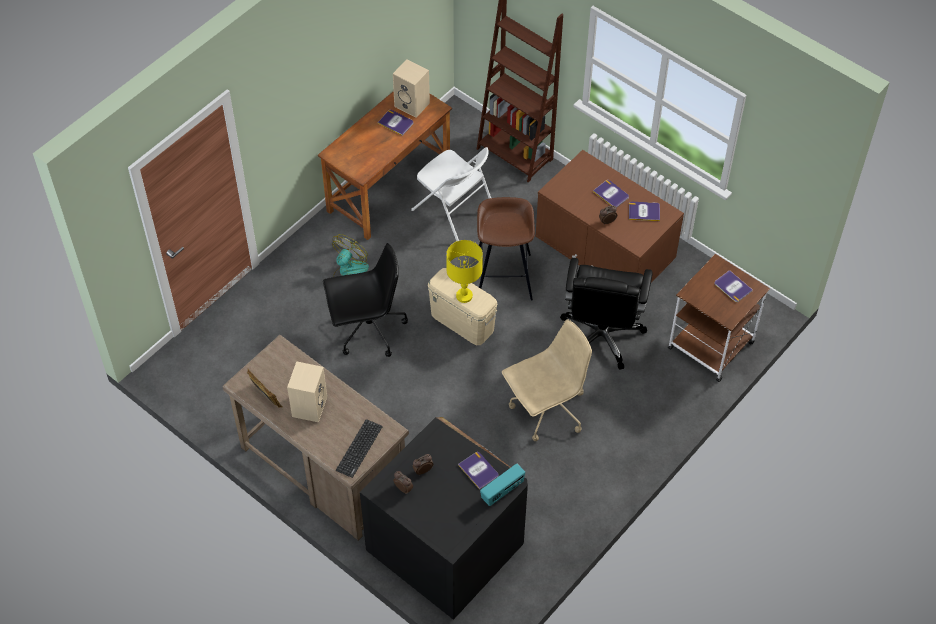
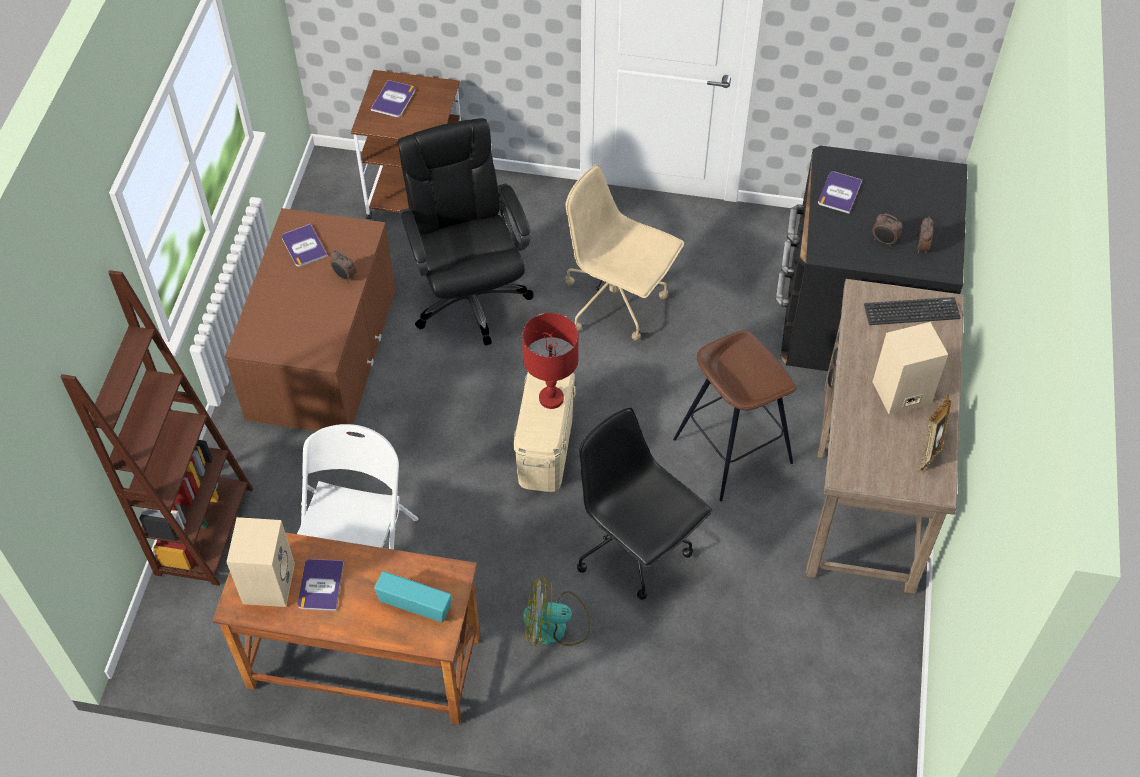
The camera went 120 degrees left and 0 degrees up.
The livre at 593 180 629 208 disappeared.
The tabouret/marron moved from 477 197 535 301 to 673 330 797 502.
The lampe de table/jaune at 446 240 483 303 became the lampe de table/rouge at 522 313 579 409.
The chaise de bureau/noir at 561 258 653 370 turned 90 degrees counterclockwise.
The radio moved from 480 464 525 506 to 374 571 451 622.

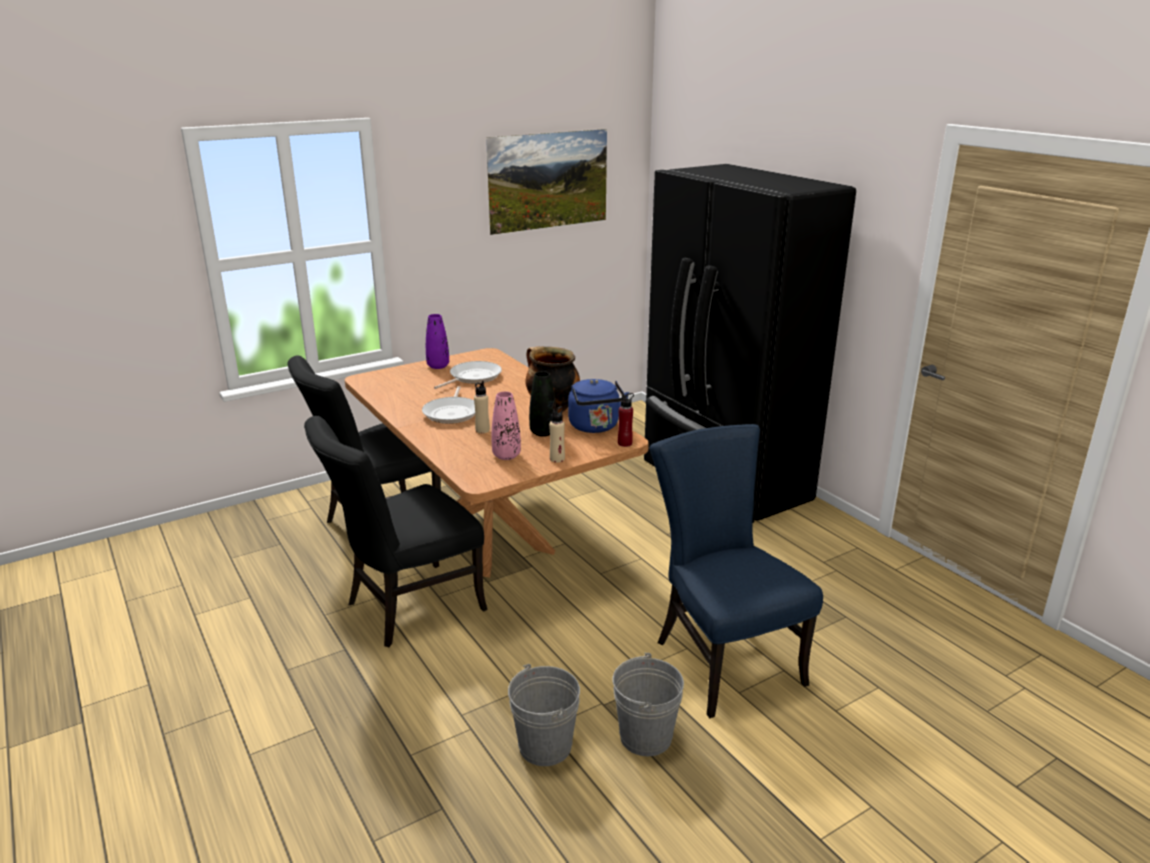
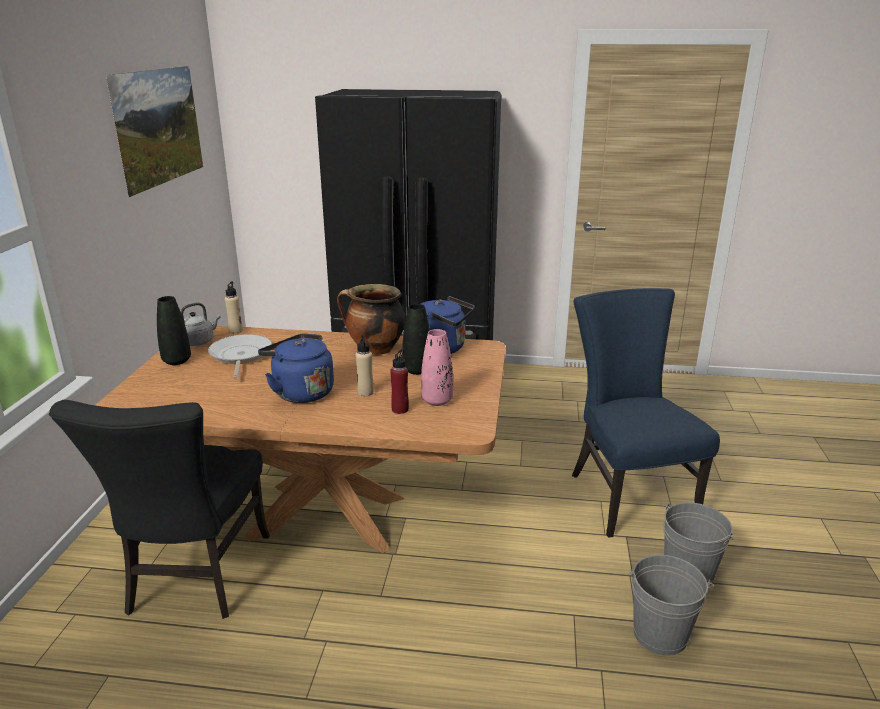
The camera went 50 degrees left and 0 degrees up.
The vase/violet at 426 314 449 369 became the vase/noir at 157 296 191 365.
The poêle at 422 386 475 424 was replaced by the bouilloire/bleu at 258 333 334 403.
The bouteille/rouge moved from 618 393 634 447 to 390 349 409 414.
The bouteille/beige moved from 549 406 565 462 to 225 281 243 334.
The chaise/noir at 304 416 488 647 disappeared.
The chaise/bleu at 649 424 823 718 turned 60 degrees clockwise.
The bouilloire/gris at 181 303 220 346 appeared.

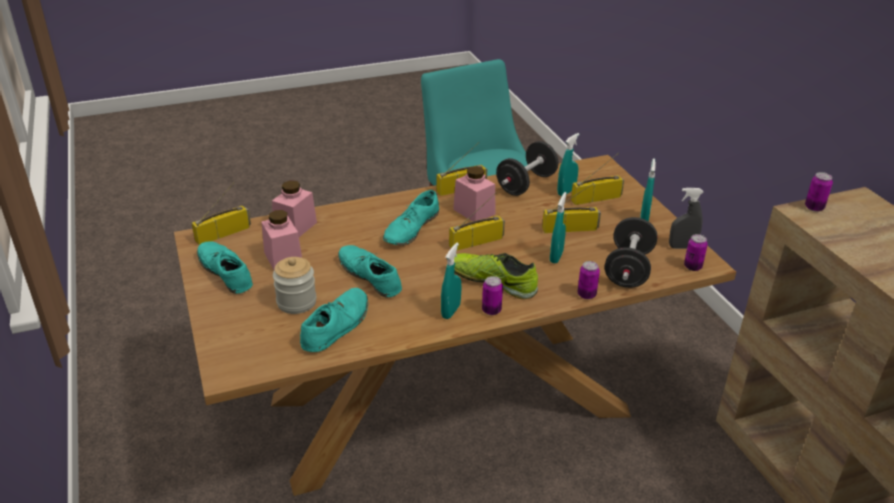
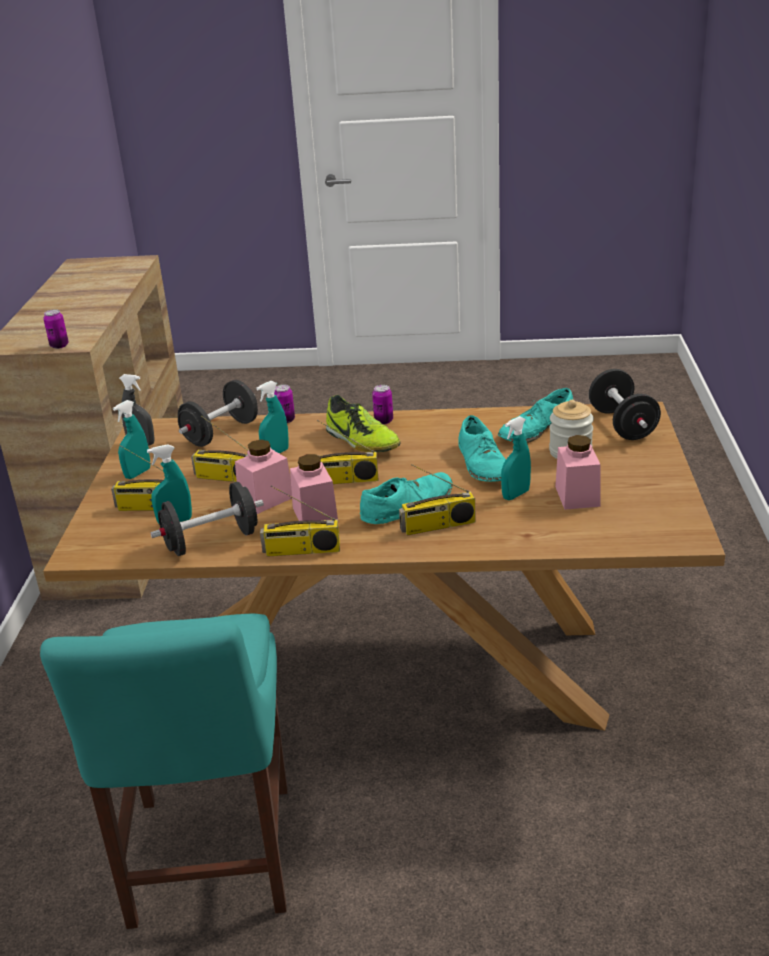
The camera went 155 degrees left and 5 degrees down.
The bocal/rose moved from 272 181 317 237 to 235 440 292 514.
The radio moved from 192 183 251 245 to 399 464 476 535.
The boîte métallique at 684 234 708 271 disappeared.
The chaussure/turquoise at 197 242 253 294 disappeared.
The vaporisateur/turquoise moved from 441 243 461 319 to 501 416 531 500.
The haltère/noir at 589 369 661 440 appeared.

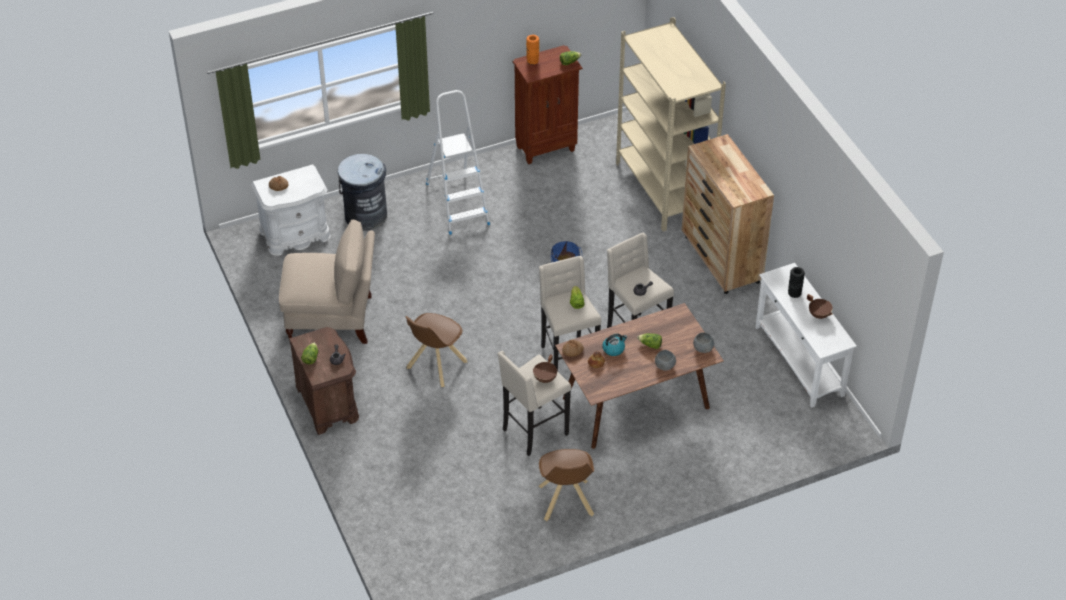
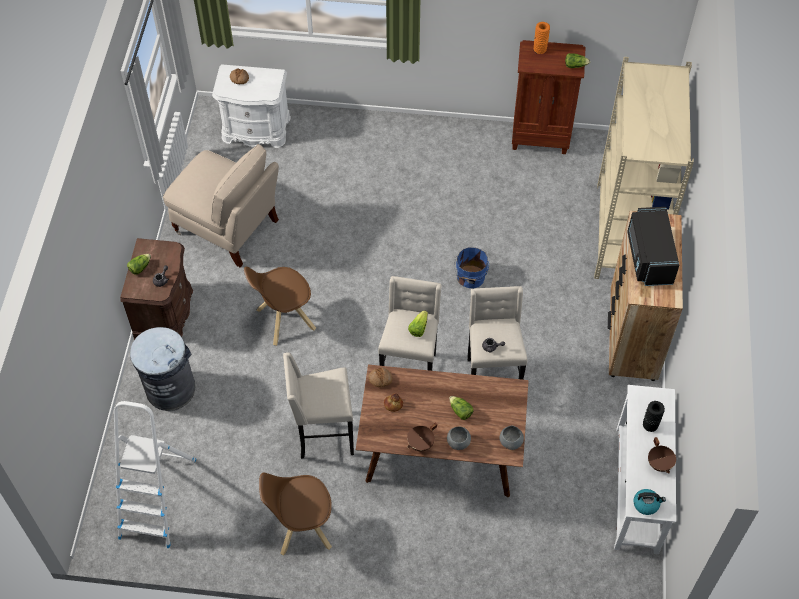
The camera went 30 degrees right and 10 degrees up.
The escabeau/blanc moved from 426 90 490 235 to 114 401 196 548.
The poubelle/gris moved from 338 154 387 230 to 130 327 195 411.
The bouilloire moved from 602 333 627 356 to 633 489 666 515.
The marmite/marron moved from 533 354 557 383 to 407 422 437 451.
The chaise/marron at 538 449 594 521 turned 60 degrees clockwise.
The micro-ondes/noir at 627 207 679 286 appeared.

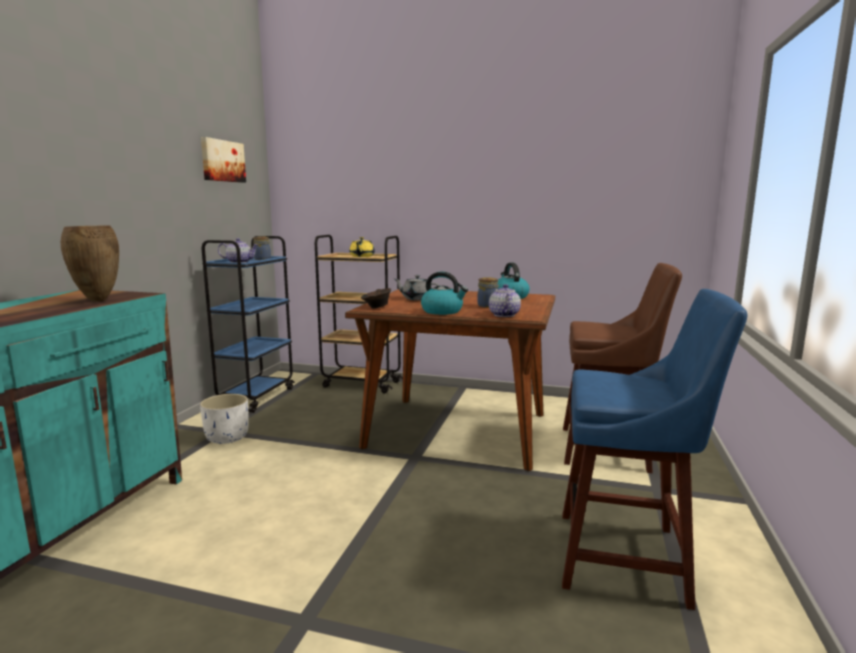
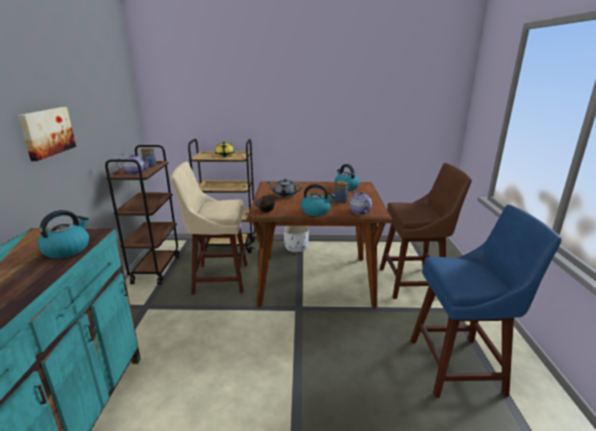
The camera went 15 degrees left and 10 degrees up.
The tableau moved from 201 137 246 183 to 18 107 76 161.
The vase/marron at 61 225 119 302 was replaced by the bouilloire at 38 210 89 258.
The chariot/bleu at 202 236 295 413 became the chariot/marron at 105 145 180 285.
The cache-pot/blanc moved from 200 394 249 444 to 284 226 309 252.
The chaise/beige at 170 162 248 295 appeared.

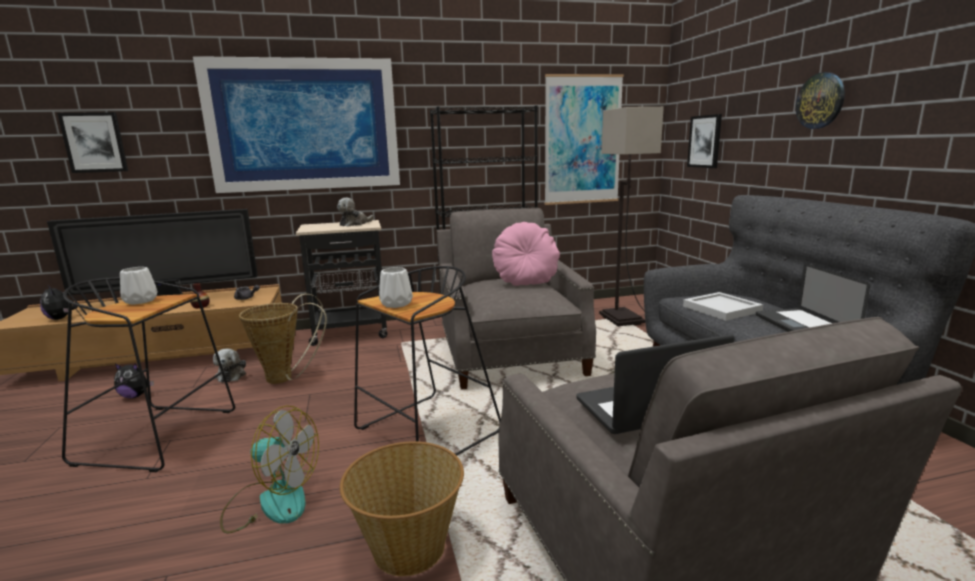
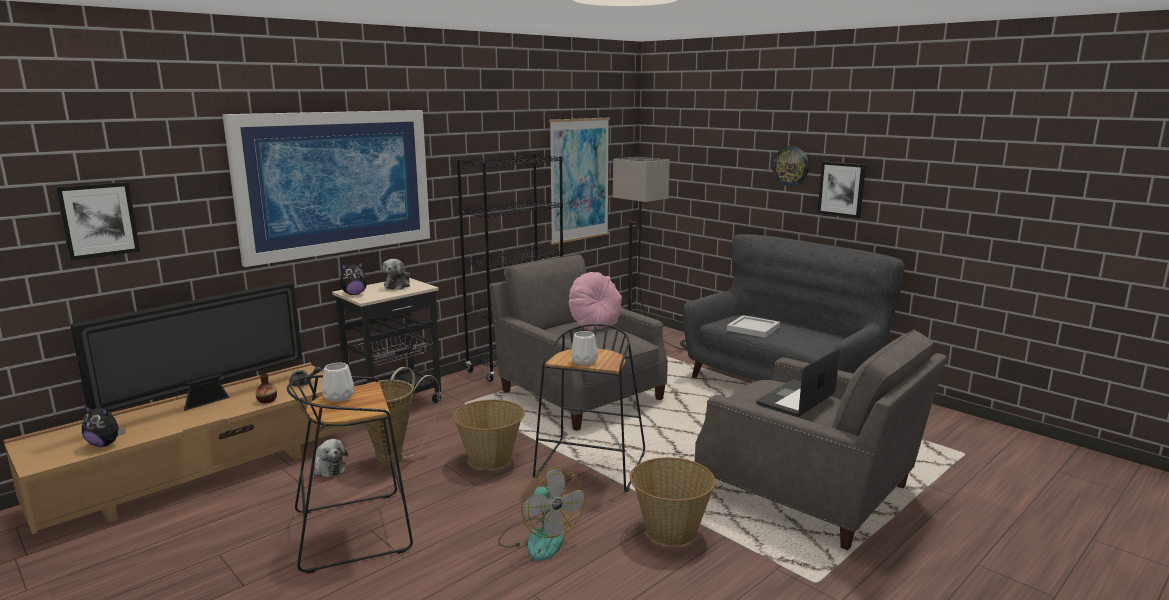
The camera went 30 degrees left and 0 degrees up.
The tableau moved from 687 114 722 168 to 817 161 866 218.
The ordinateur portable at 756 263 870 332 disappeared.
The peluche moved from 114 364 154 398 to 340 262 368 295.
The ventilateur at 220 405 319 533 turned 75 degrees clockwise.
The panier at 453 400 525 470 appeared.

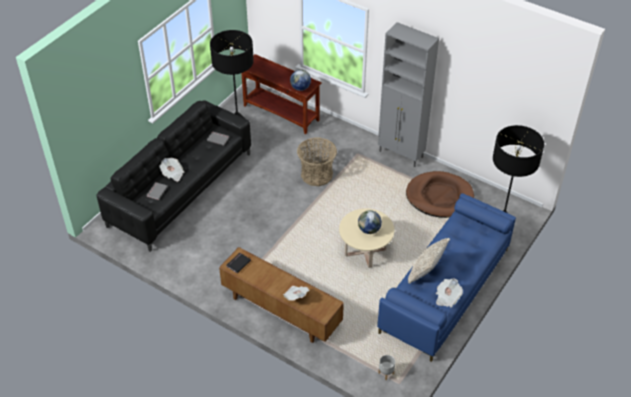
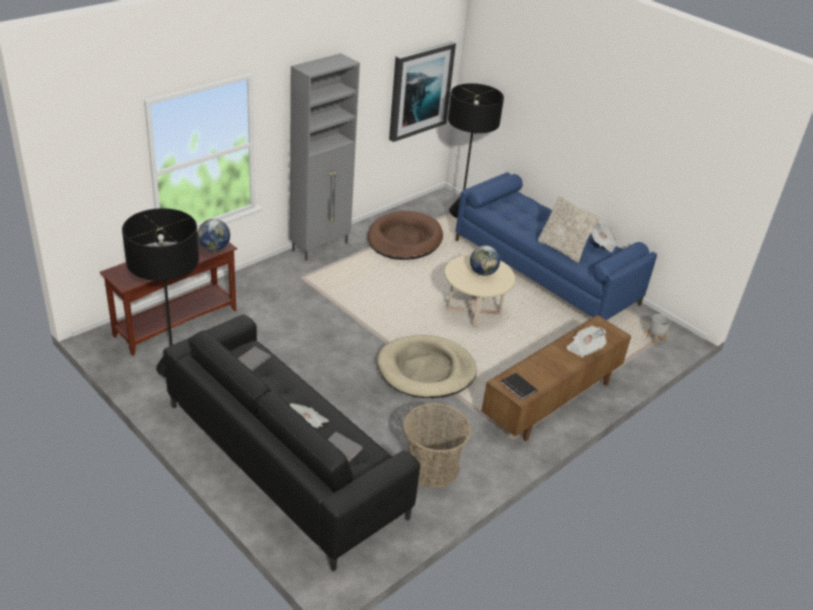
The camera went 80 degrees left and 10 degrees down.
The panier moved from 297 137 337 186 to 403 403 472 488.
The tableau at 389 41 456 142 appeared.
The panier pour chien/beige at 377 335 477 398 appeared.

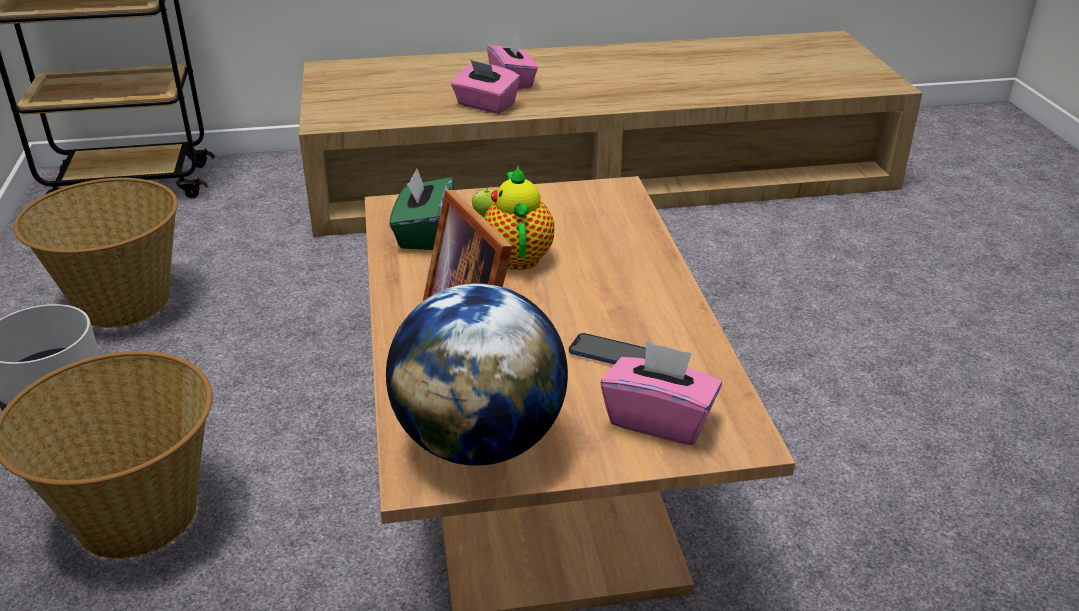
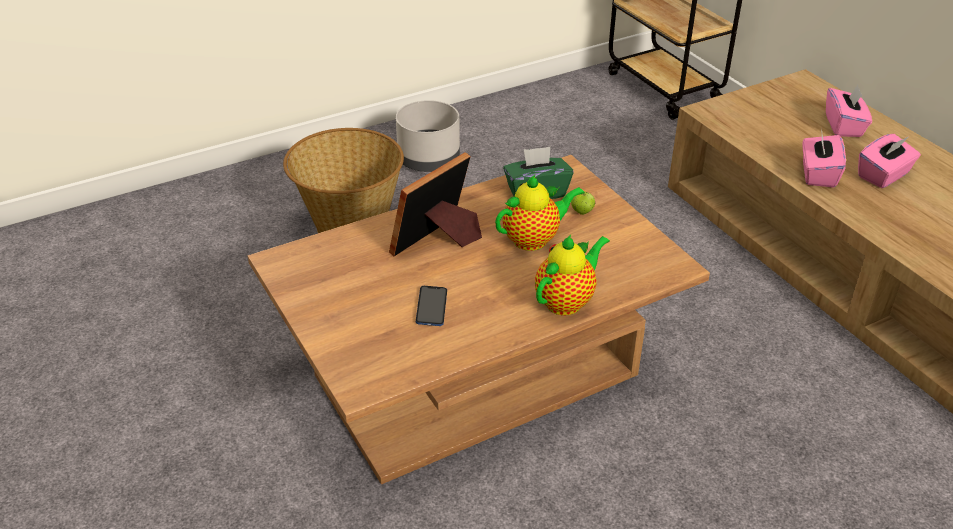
The camera went 70 degrees right and 5 degrees up.
The panier at 13 178 178 328 disappeared.
The globe at 386 283 568 465 disappeared.
The boîte à mouchoirs/rose moved from 600 341 722 445 to 826 85 872 137.
The théière at 535 235 610 315 appeared.

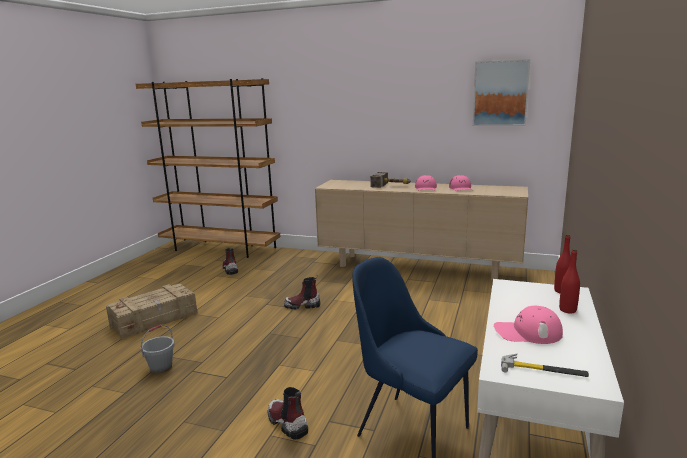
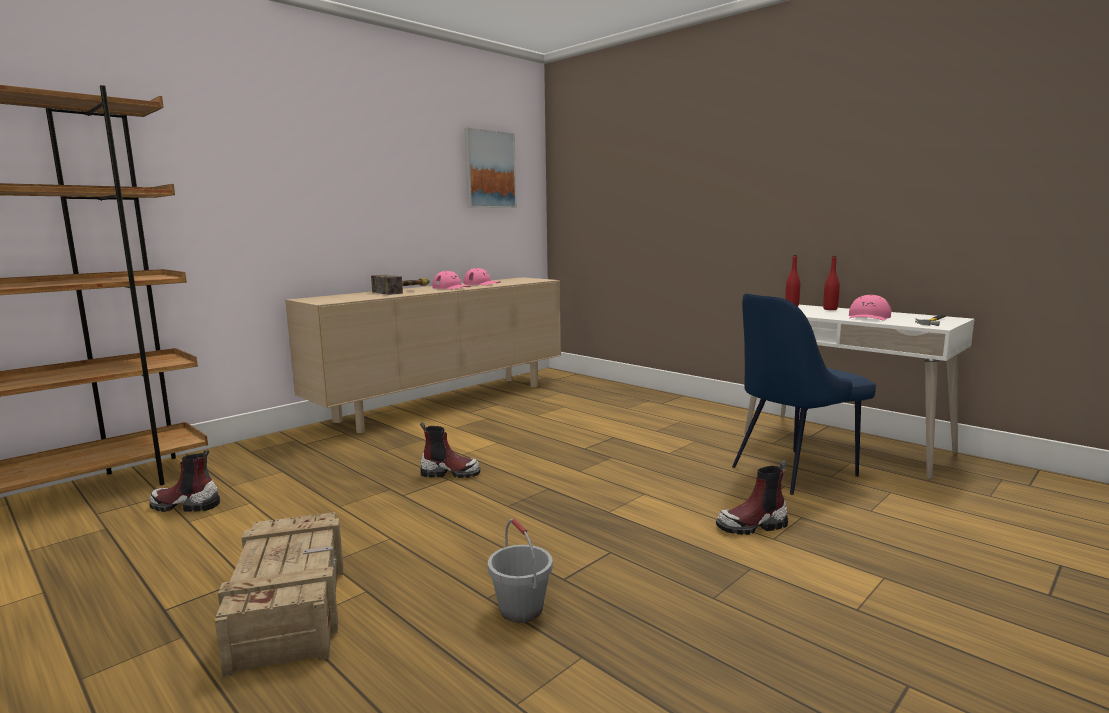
The camera went 65 degrees left and 5 degrees down.
The botte at 284 275 320 310 turned 105 degrees counterclockwise.

